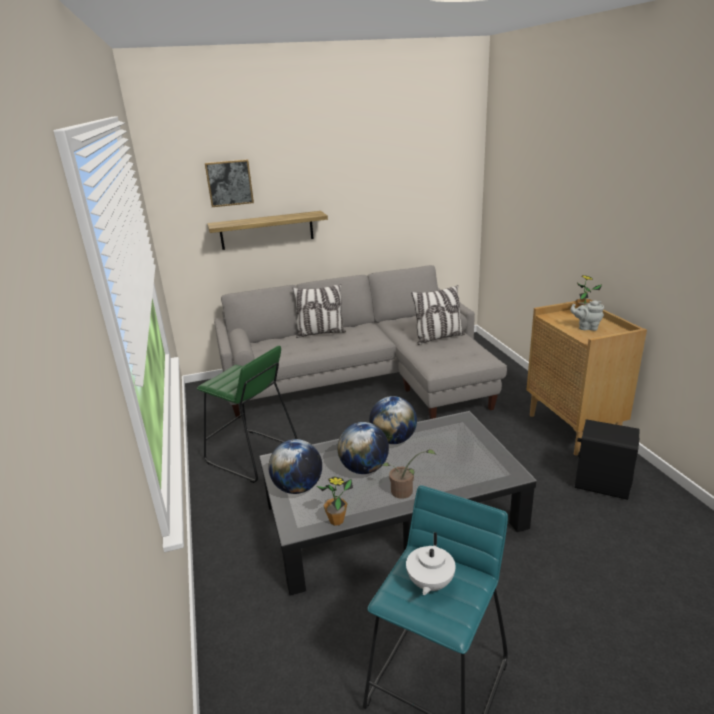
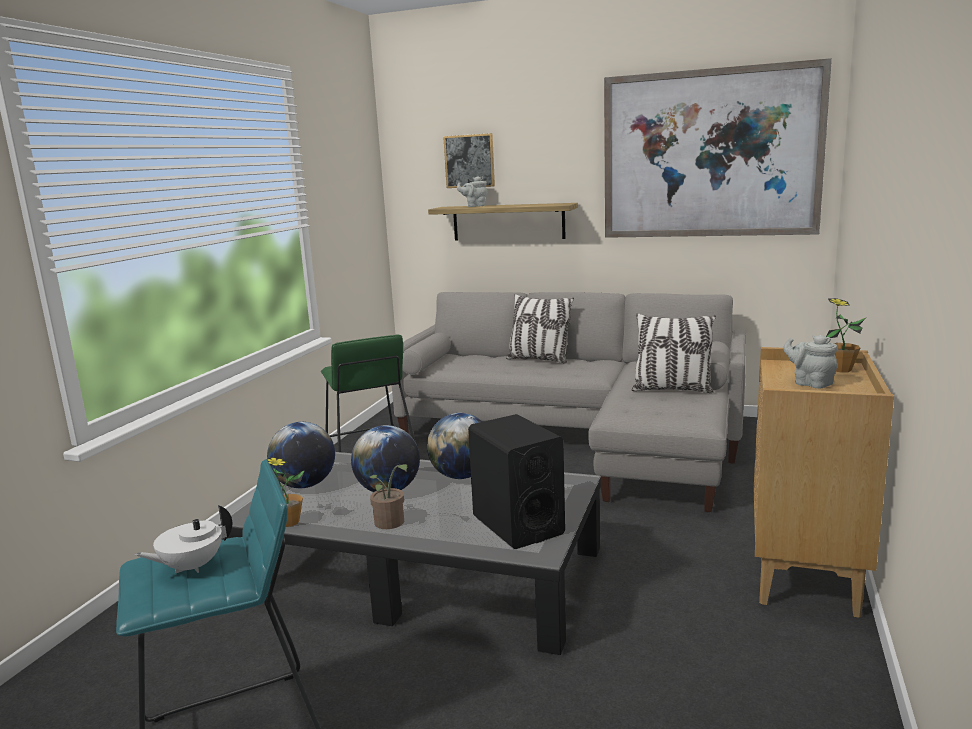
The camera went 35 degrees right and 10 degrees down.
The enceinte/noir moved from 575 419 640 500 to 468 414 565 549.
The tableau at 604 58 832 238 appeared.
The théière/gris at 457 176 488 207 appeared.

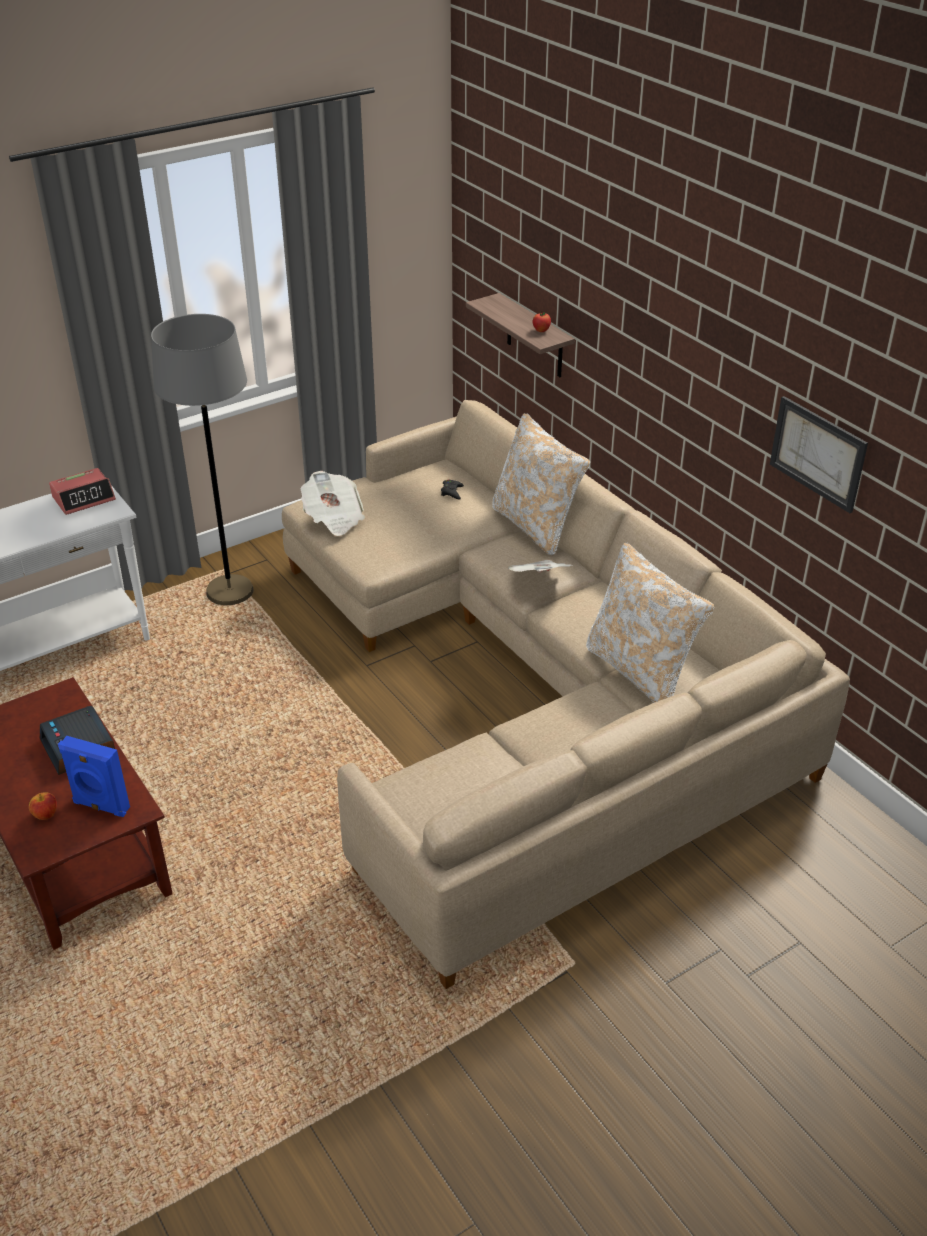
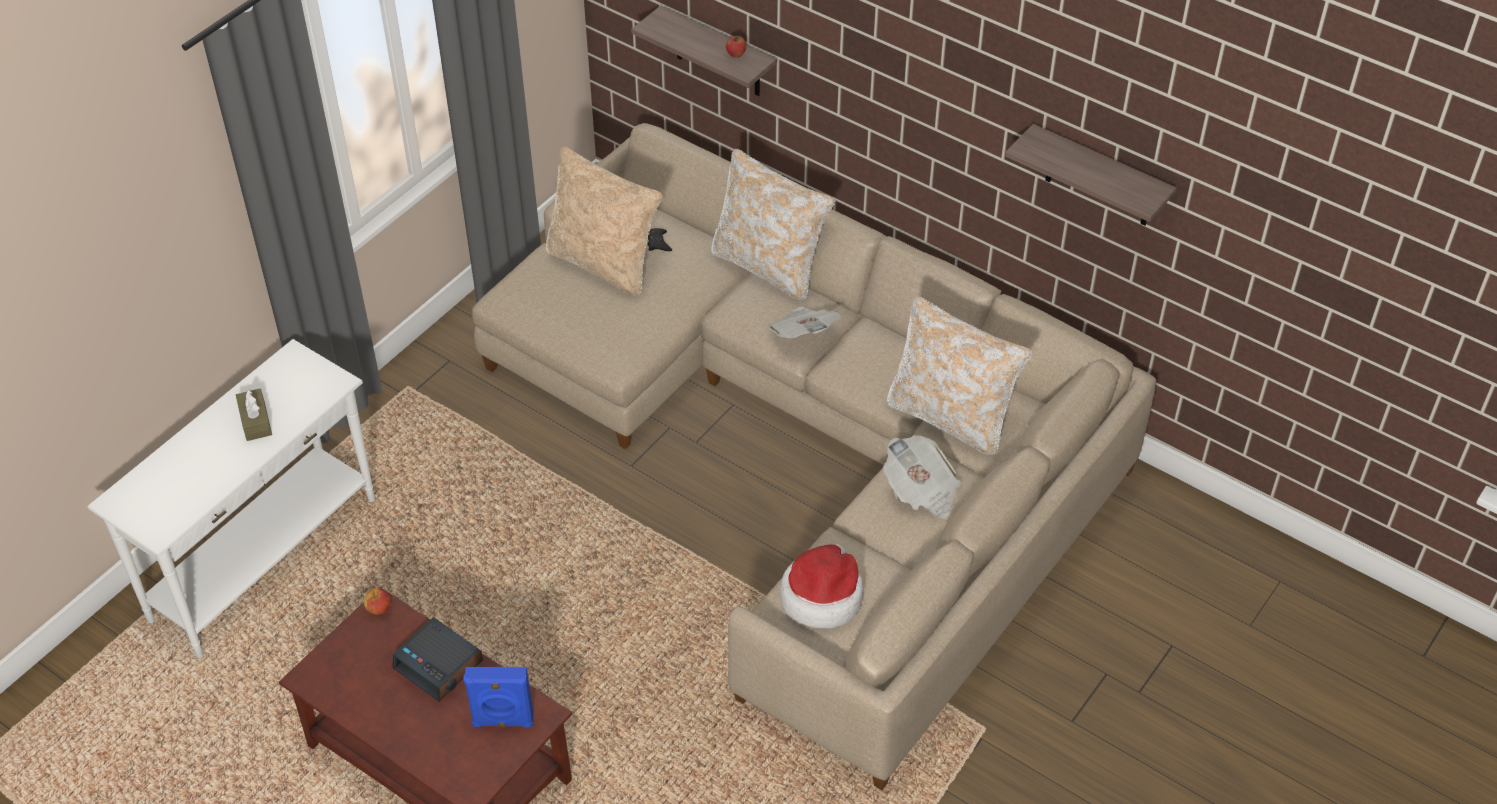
The camera went 20 degrees left and 10 degrees up.
The lampadaire/gris at 151 314 253 605 disappeared.
The tableau at 770 396 868 513 was replaced by the étagère at 1005 124 1177 226.
The réveil at 49 468 116 515 disappeared.
The journal moved from 301 471 365 536 to 883 435 961 519.
The pomme moved from 29 792 57 820 to 364 588 390 615.
The coussin/beige at 546 147 663 296 appeared.
The boîte à mouchoirs/marron at 236 388 272 441 appeared.
The chapeau at 780 544 863 629 appeared.

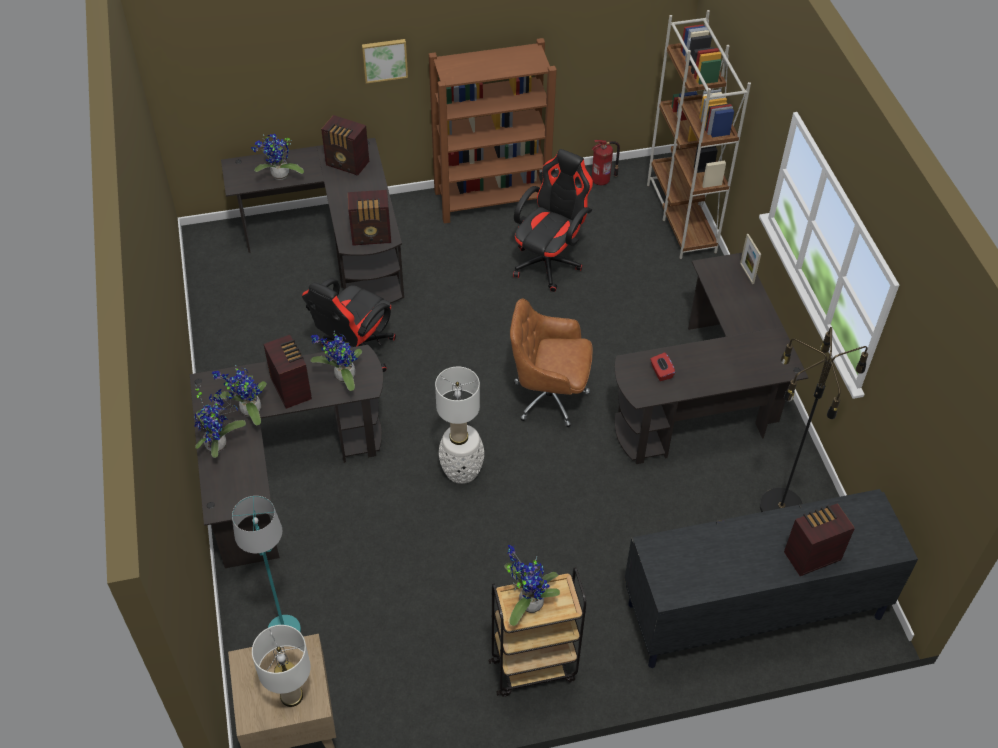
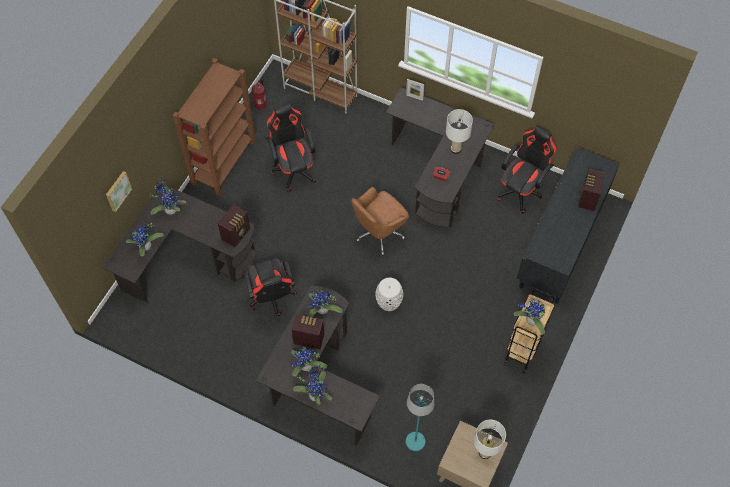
The camera went 50 degrees left and 10 degrees up.
The tableau moved from 362 39 408 83 to 106 171 132 212.
The radio at 321 115 369 176 was replaced by the plante en pot at 149 177 187 215.
The lampadaire at 760 327 868 512 was replaced by the chaise de bureau/noir at 497 126 556 214.
The lampe de table/blanc moved from 435 367 480 445 to 446 109 473 154.

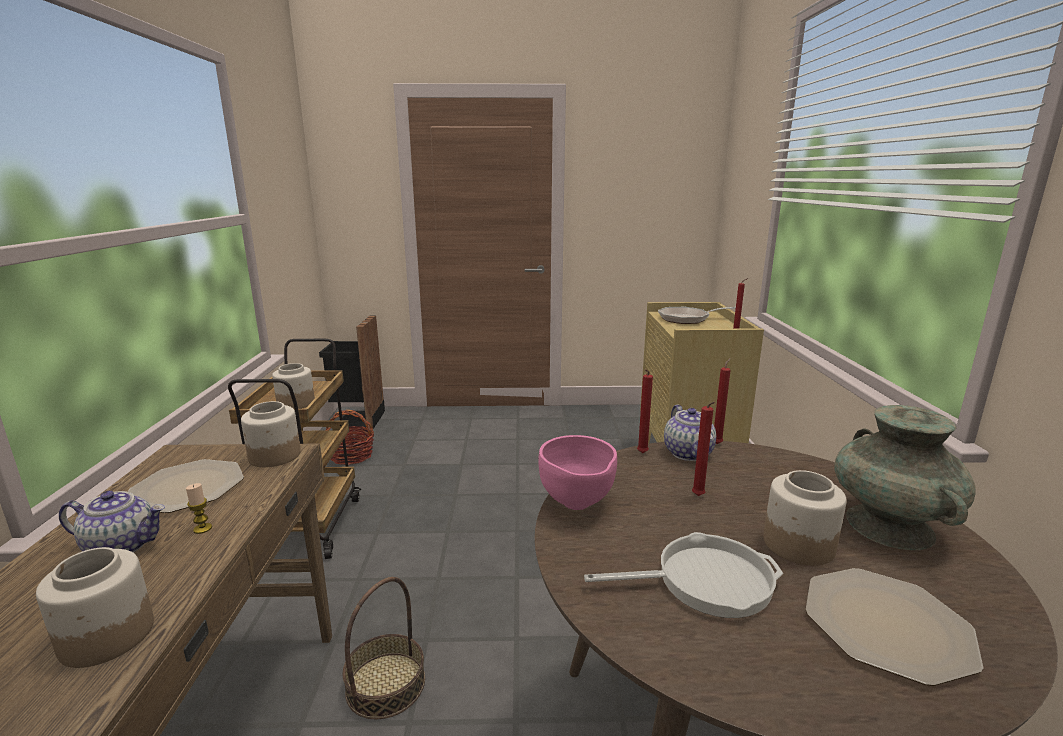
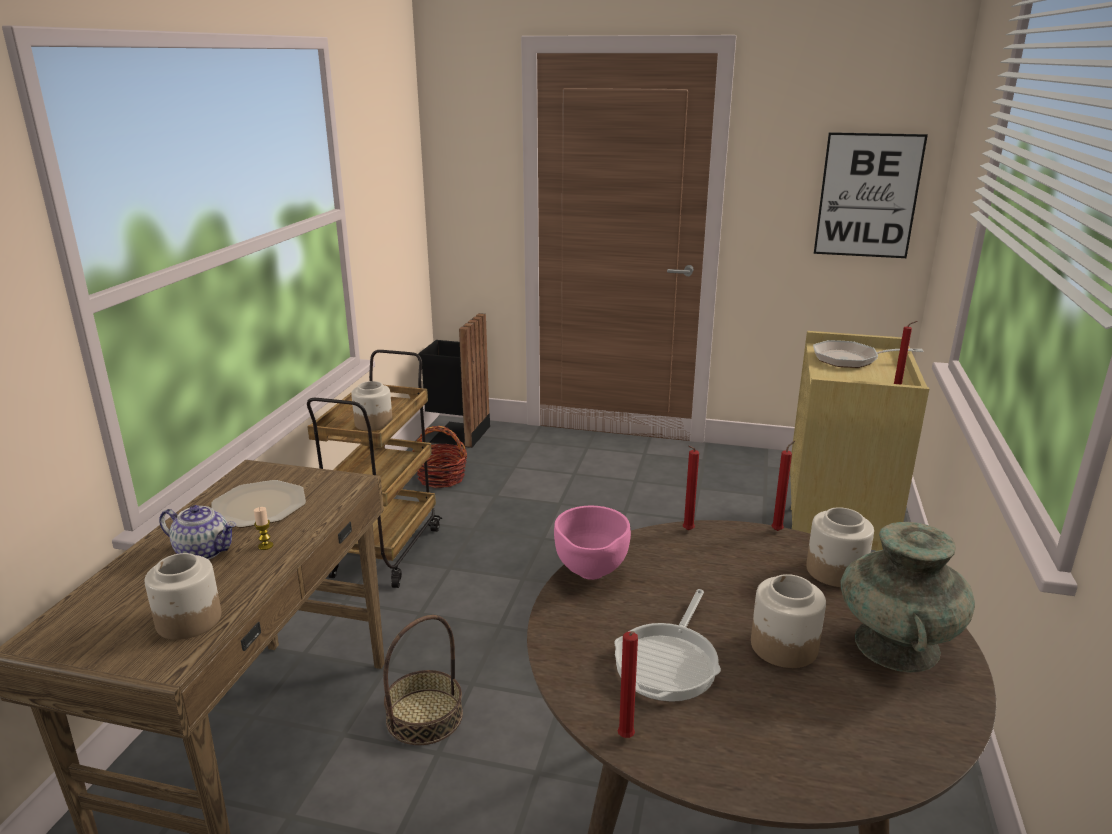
The camera went 15 degrees right and 5 degrees up.
The bocal moved from 241 401 301 467 to 806 507 874 587.
The bougie/rouge moved from 692 402 715 496 to 617 631 638 738.
The théière at 664 404 716 461 disappeared.
The poêle at 584 532 783 618 turned 105 degrees clockwise.
The assiette at 806 568 984 686 disappeared.
The tableau at 814 132 928 258 appeared.

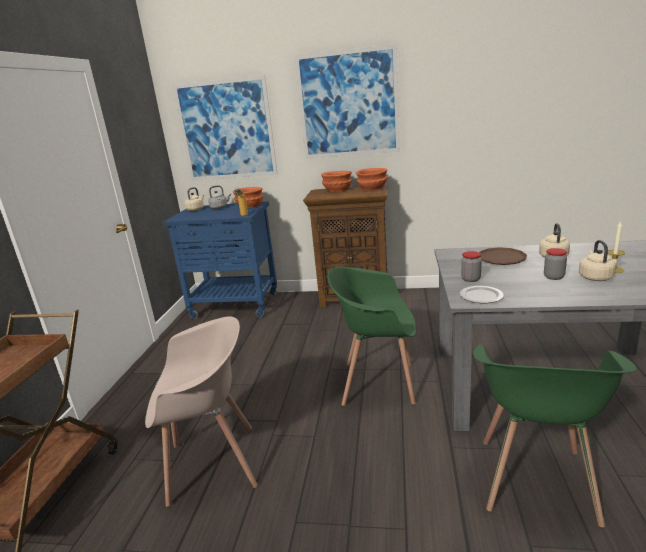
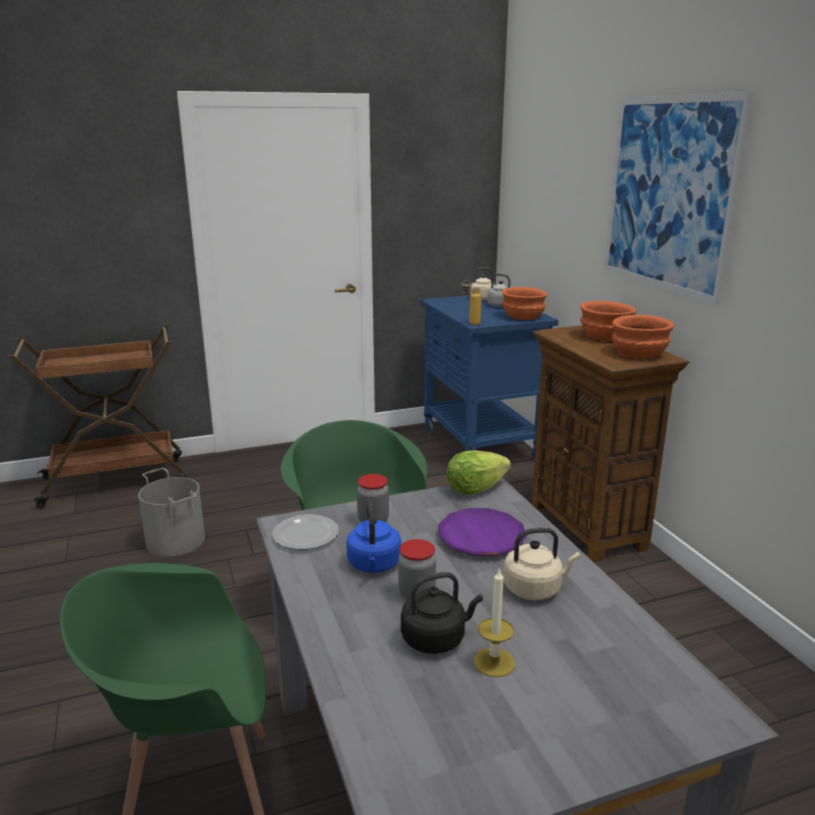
The camera went 60 degrees right and 0 degrees up.
The tableau at 173 75 278 181 disappeared.
The bouilloire/beige at 579 240 616 281 became the bouilloire/noir at 401 572 483 654.
The assiette/marron at 479 247 527 265 became the assiette/violet at 438 508 527 556.
The chaise/beige at 145 316 258 506 was replaced by the seau/gris at 138 468 205 556.
The laitue at 447 450 511 495 appeared.
The bouilloire/bleu at 346 499 401 573 appeared.

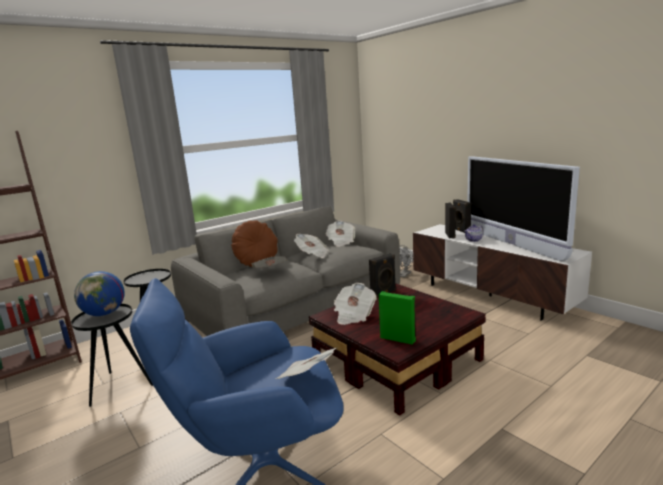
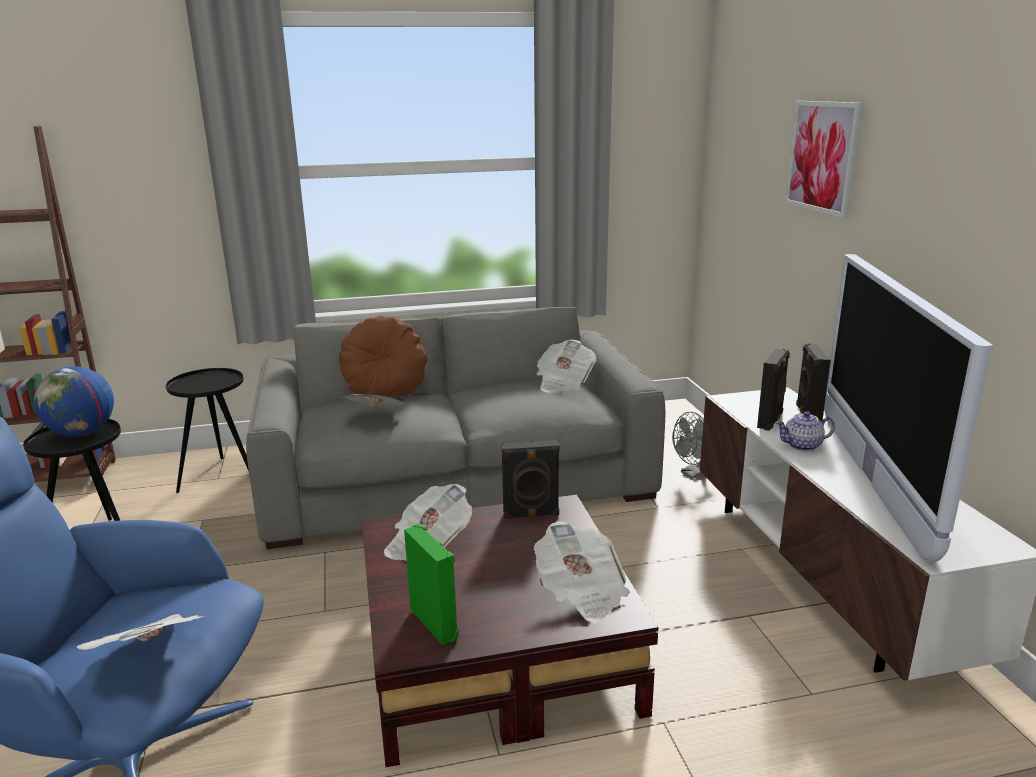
The camera went 25 degrees right and 5 degrees up.
The journal moved from 294 234 329 258 to 534 521 630 623.
The tableau at 785 101 863 218 appeared.

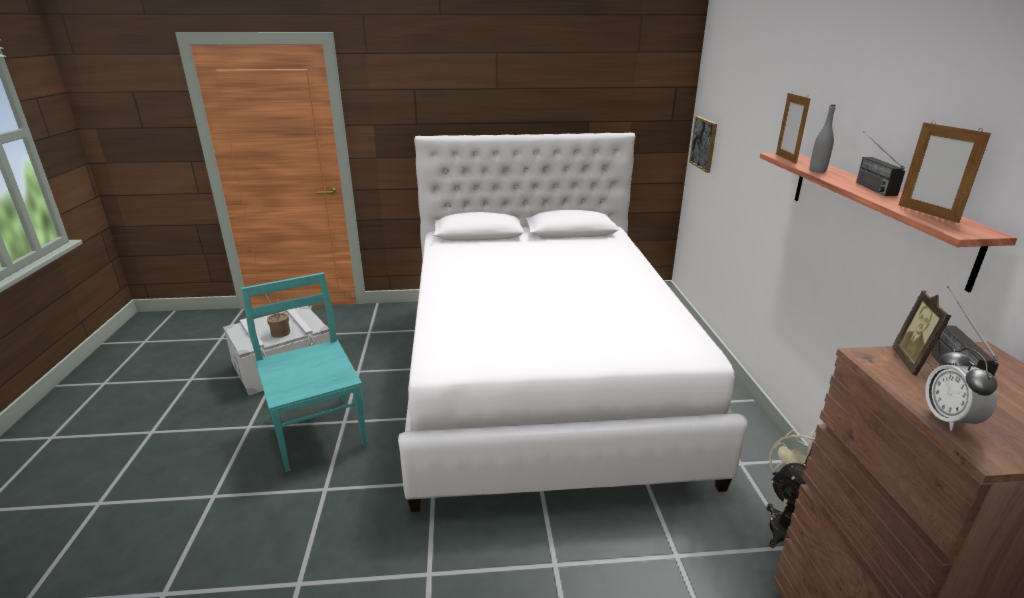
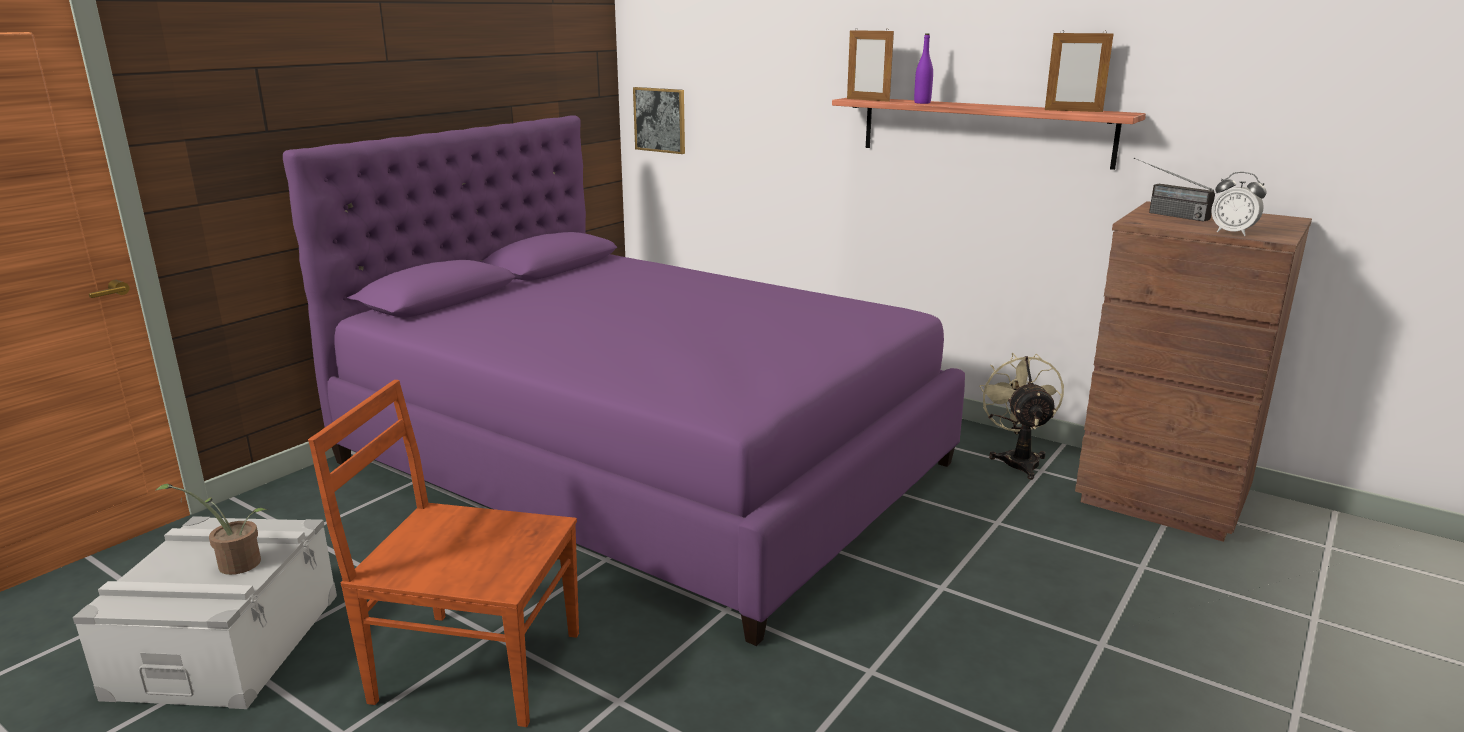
The camera went 50 degrees left and 5 degrees down.
The bouteille/gris at 809 105 835 173 became the bouteille/violet at 914 33 933 104.
The radio at 856 131 905 196 disappeared.
The lit/blanc at 398 132 748 512 became the lit/violet at 283 115 965 646.
The chaise/turquoise at 241 272 367 472 became the chaise/marron at 308 380 579 727.
The cadre photo at 892 290 951 375 disappeared.

